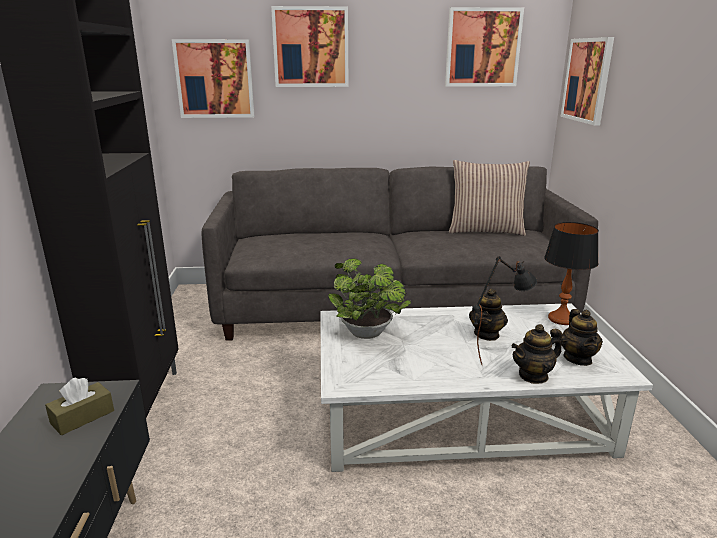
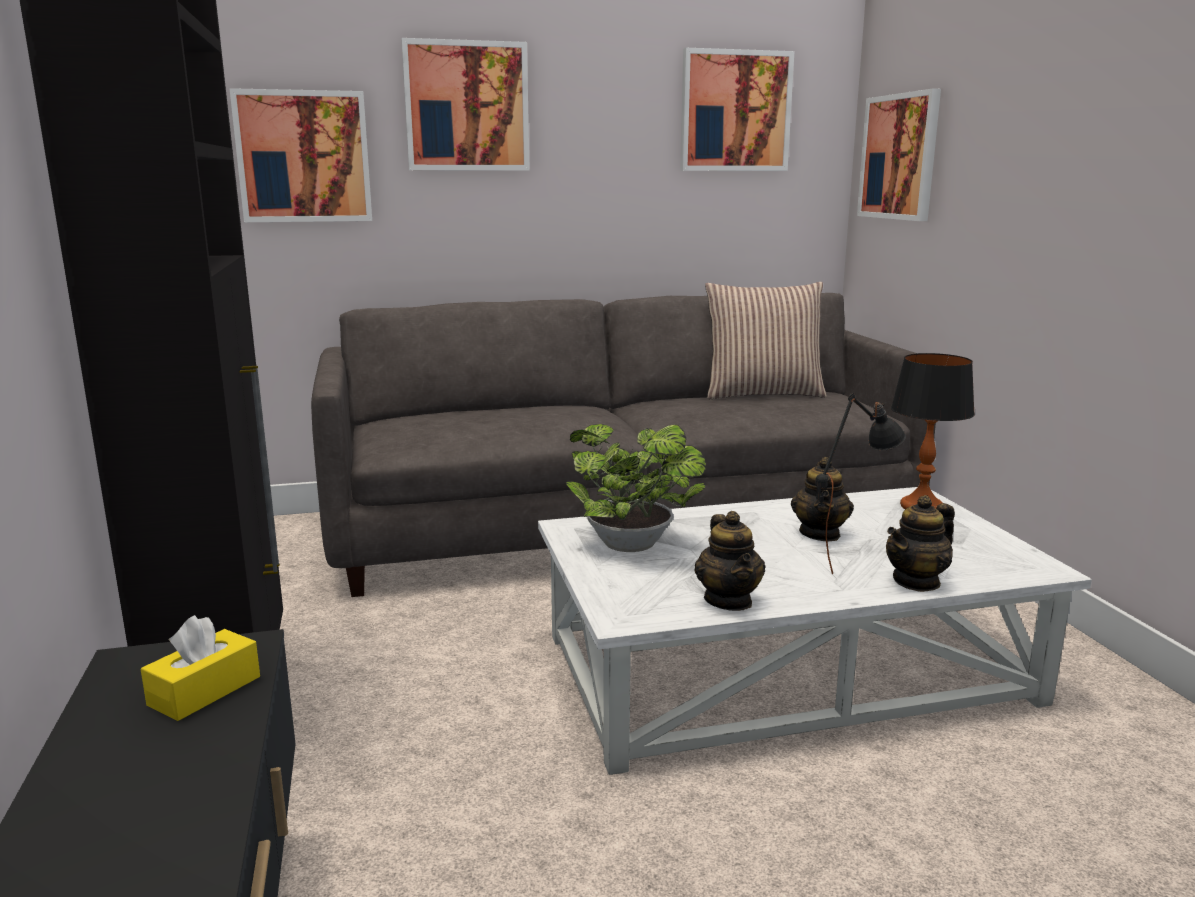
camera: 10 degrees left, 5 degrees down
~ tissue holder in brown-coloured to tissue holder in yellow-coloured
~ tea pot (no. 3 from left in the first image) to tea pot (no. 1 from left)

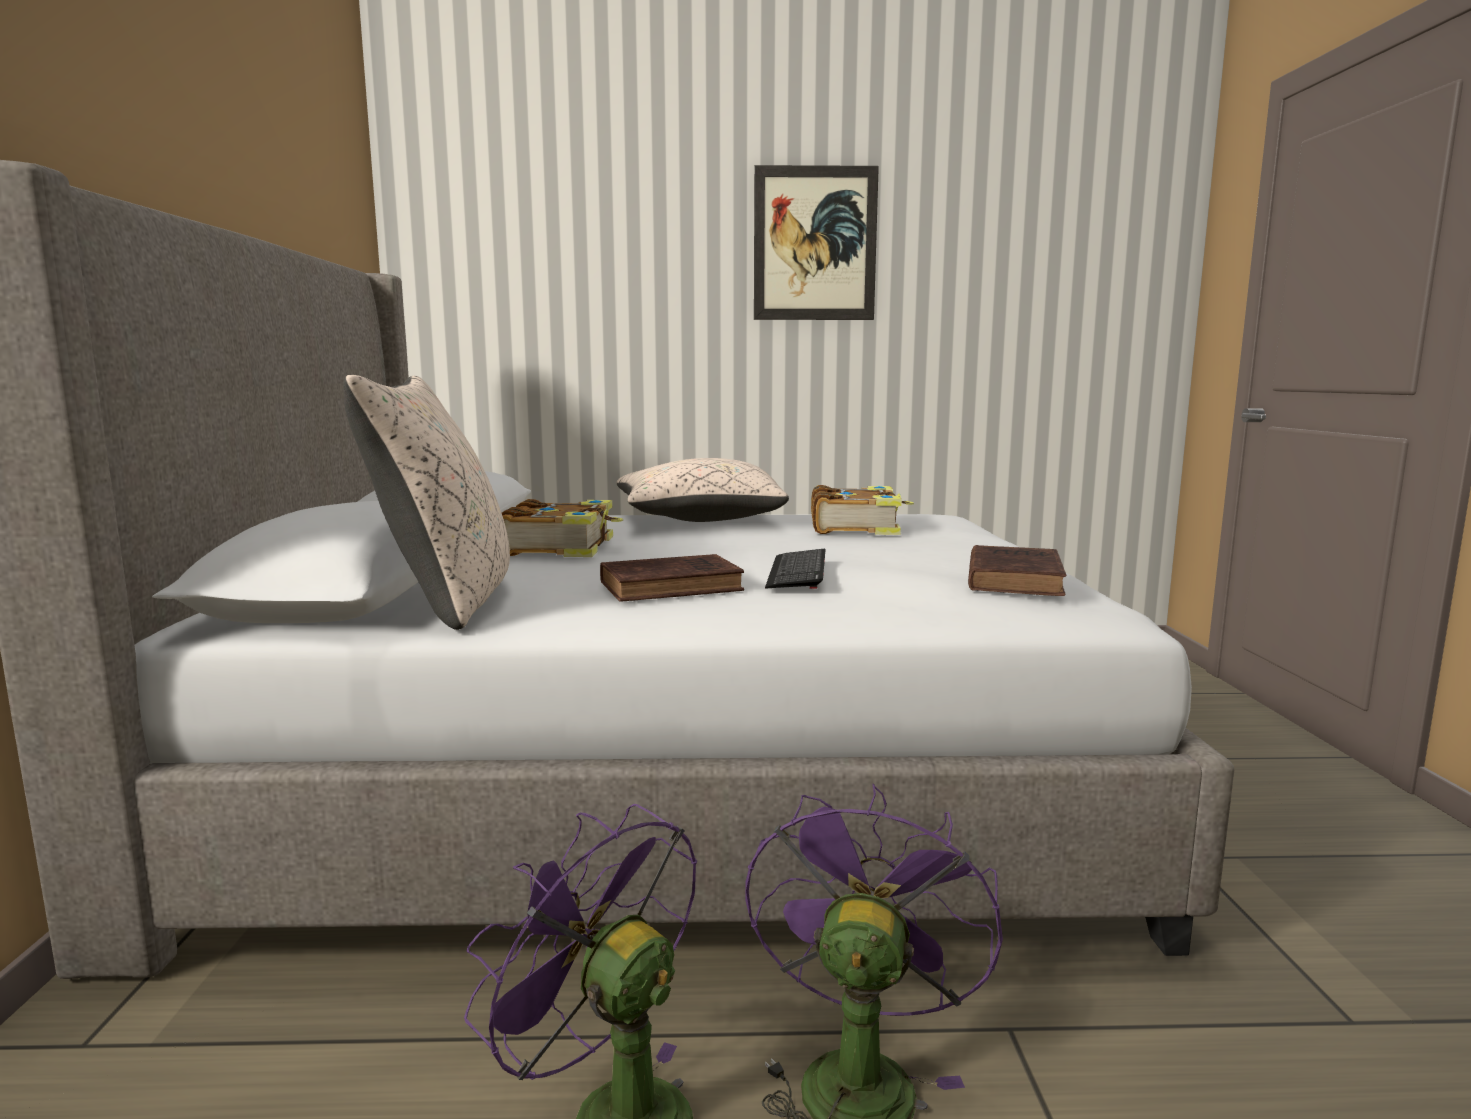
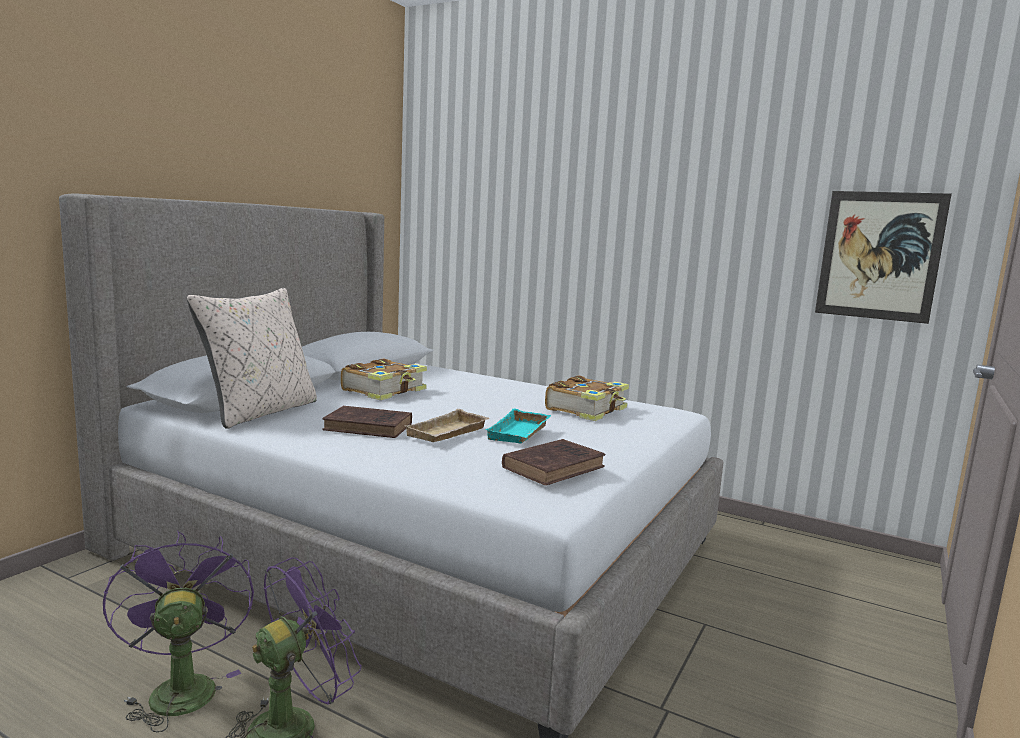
camera: 30 degrees right, 0 degrees up
- pillow in beige-coloured (no. 2 from left)
~ wall picture
~ keyboard to serving tray in beige-coloured
+ serving tray in turquoise-coloured

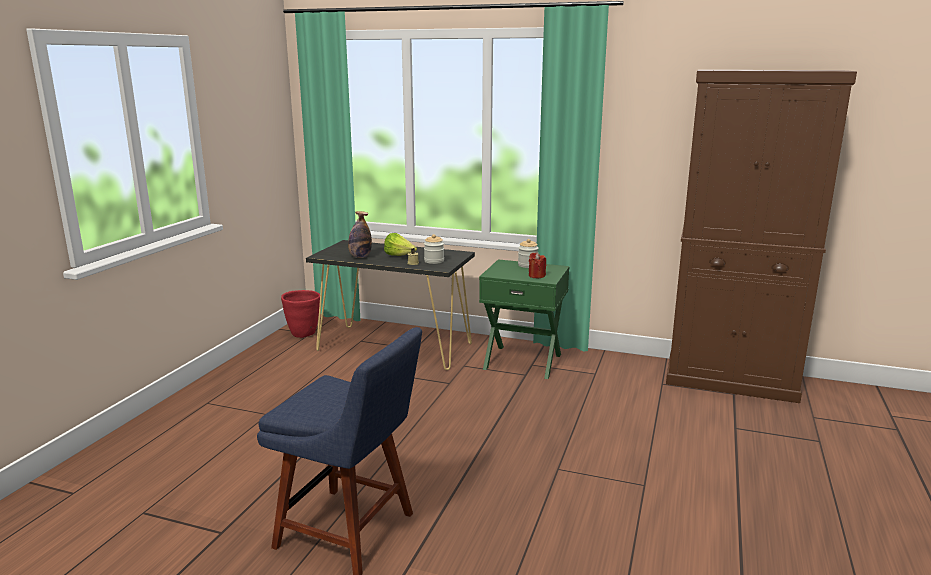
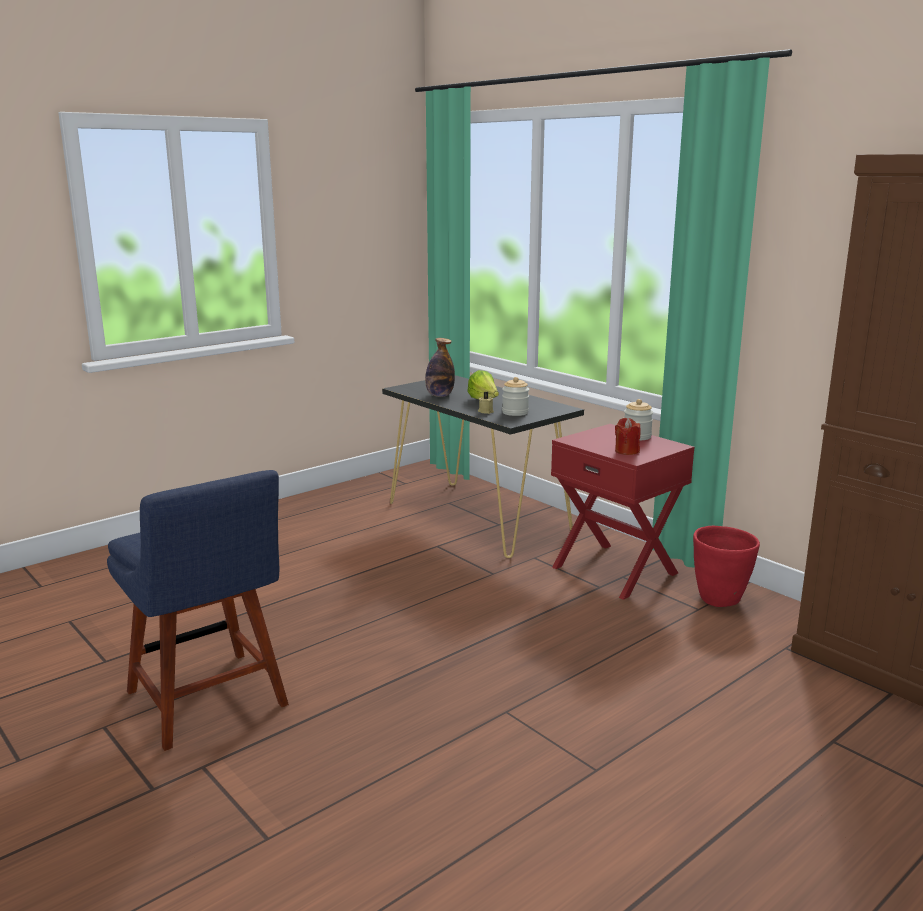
camera: 30 degrees right, 0 degrees up
~ flower pot in reddish
~ nightstand in greenish to nightstand in reddish

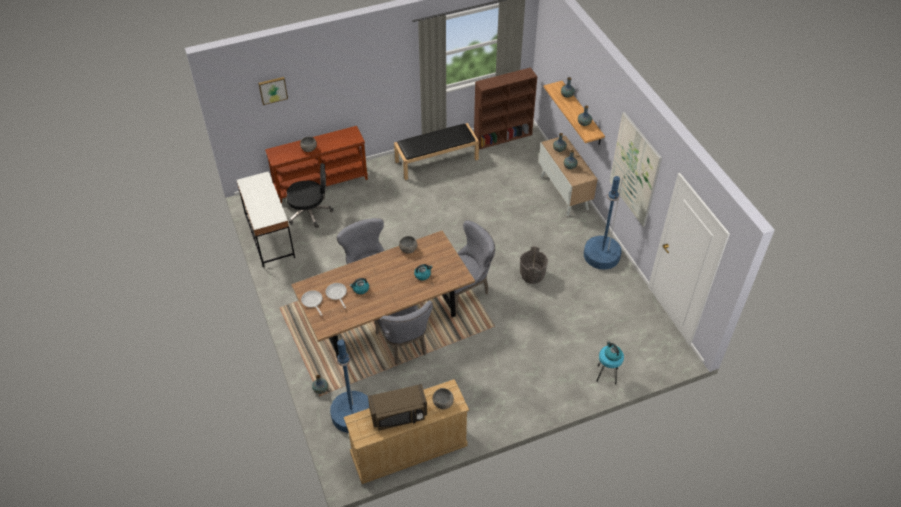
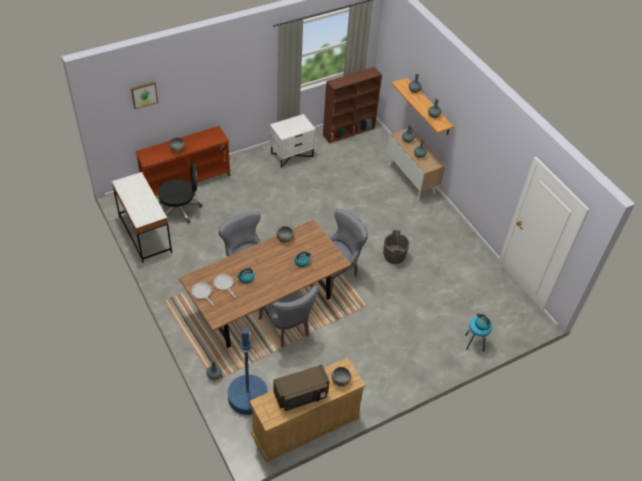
camera: 10 degrees left, 0 degrees up
~ long seat in black to nightstand in white-coloured
- floor lamp in blue (no. 2 from left)
- wall picture (no. 2 from left)

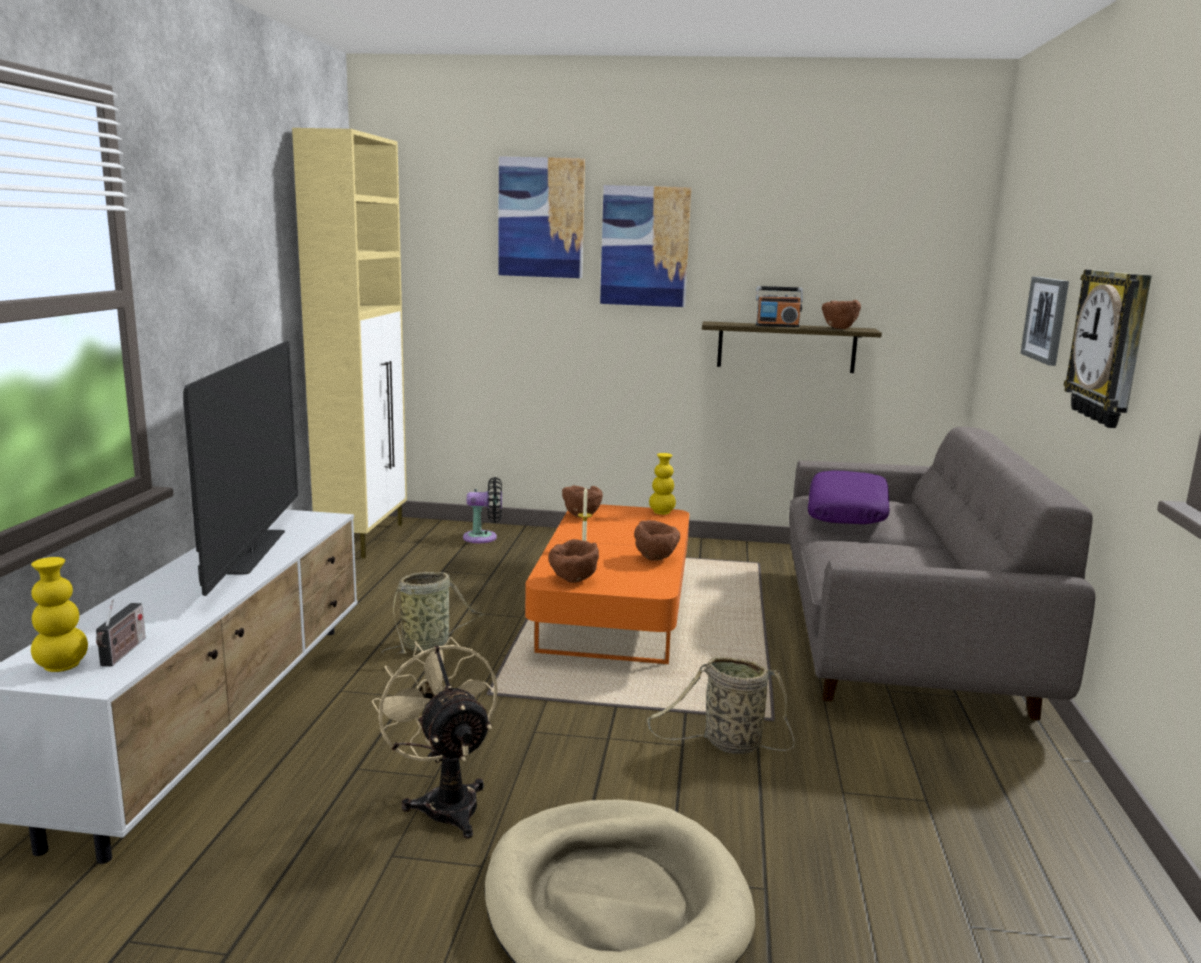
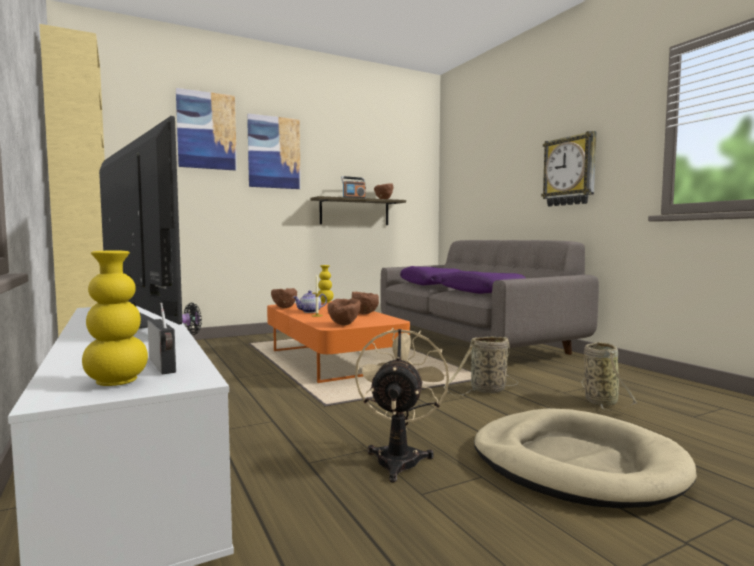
camera: 35 degrees left, 10 degrees down
~ cooling fan in beige-coloured 75 degrees clockwise
~ household basket (no. 1 from left in the first image) to household basket (no. 2 from left)
- wall picture (no. 3 from left)
+ tea pot
+ pillow in purple-coloured (no. 2 from left)

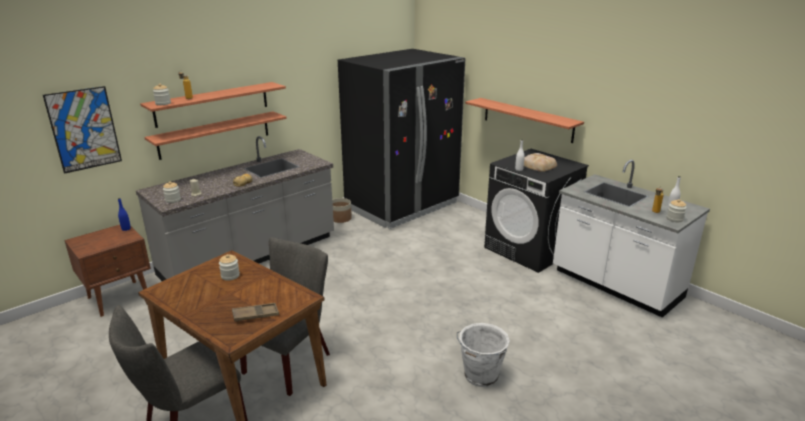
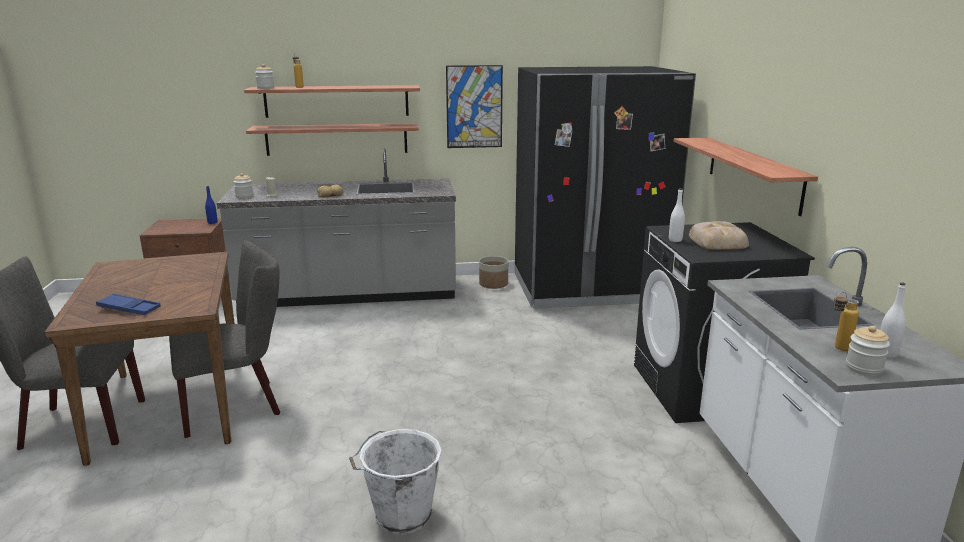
camera: 35 degrees right, 5 degrees down
~ wall picture
- preserve jar (no. 3 from left)
~ serving tray in brown-coloured to serving tray in blue

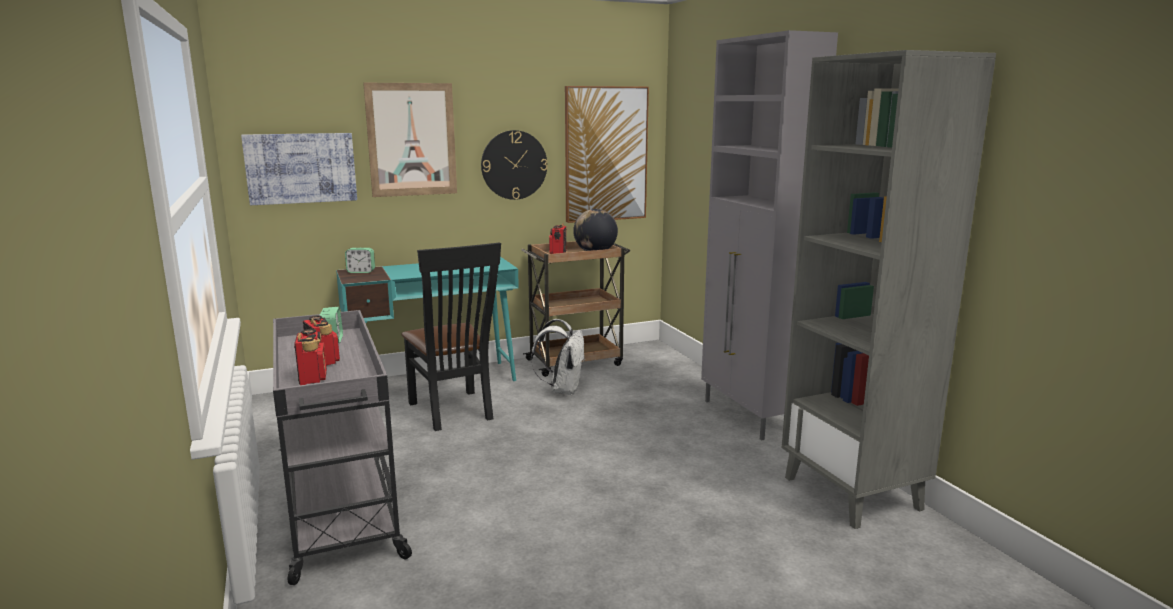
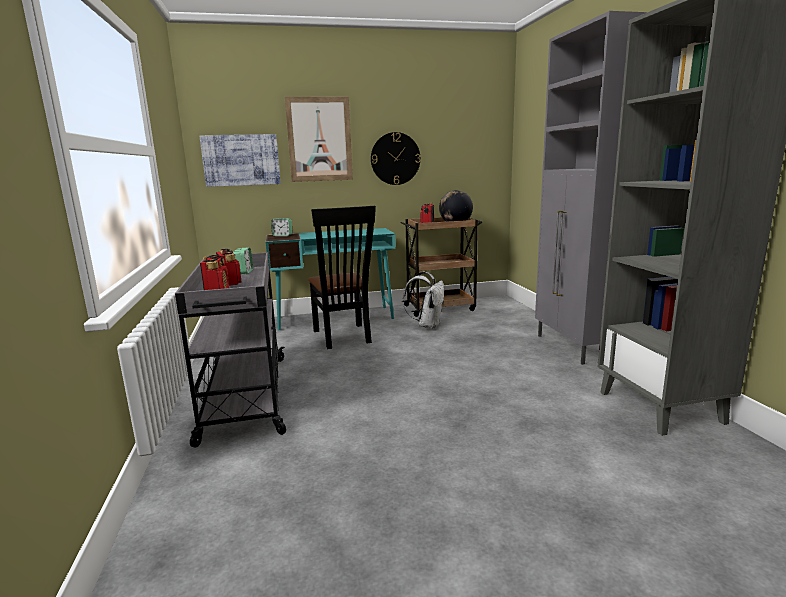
camera: 10 degrees right, 0 degrees up
- wall picture (no. 3 from left)

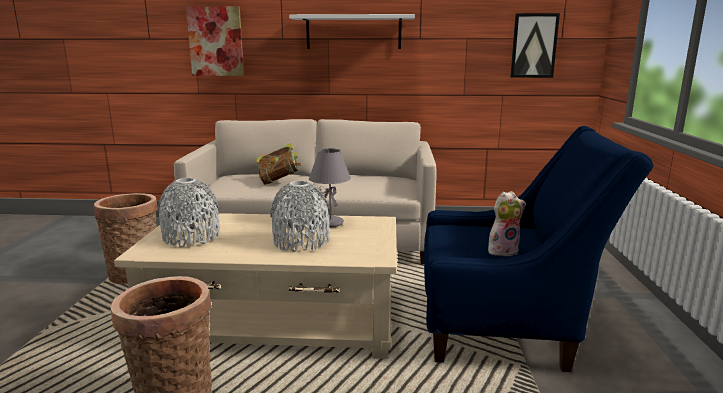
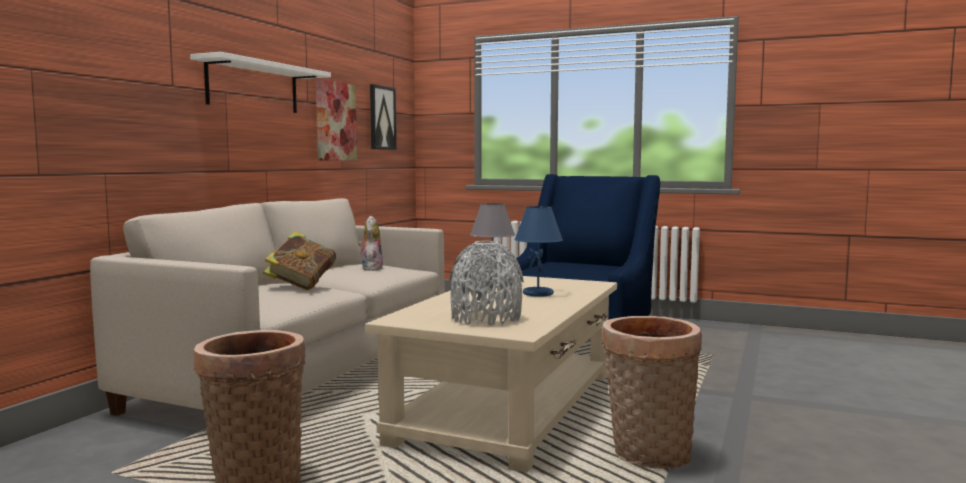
camera: 70 degrees left, 10 degrees down
~ wall picture (no. 1 from left)
~ decorative vase in grey (no. 2 from left) to tabletop lamp in blue
~ soft toy

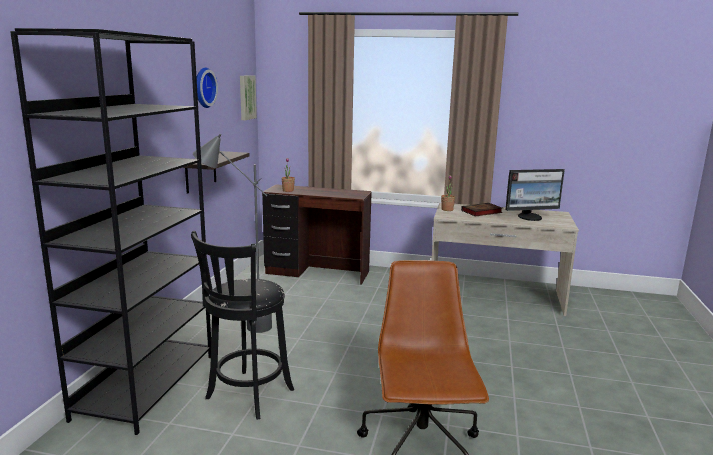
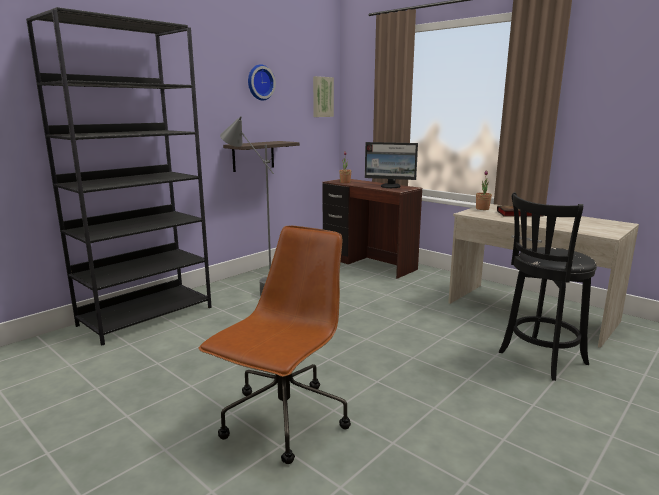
camera: 30 degrees right, 0 degrees up
~ stool in black
~ computer display

